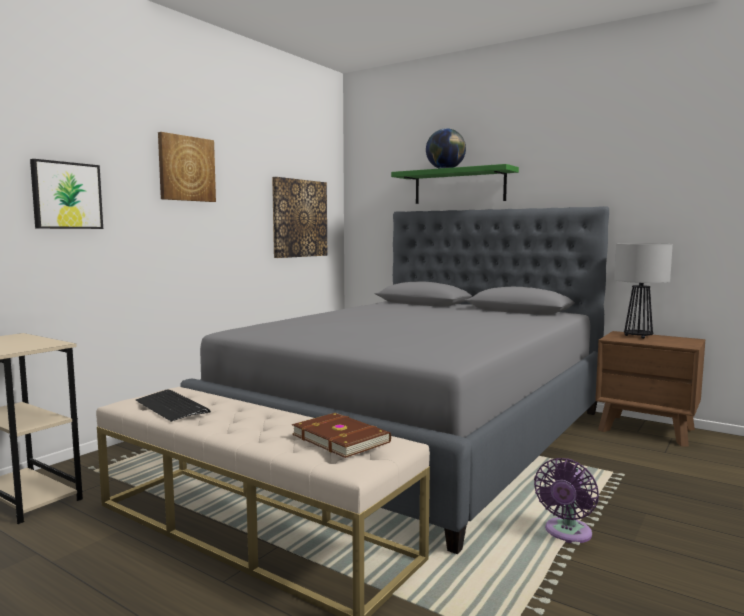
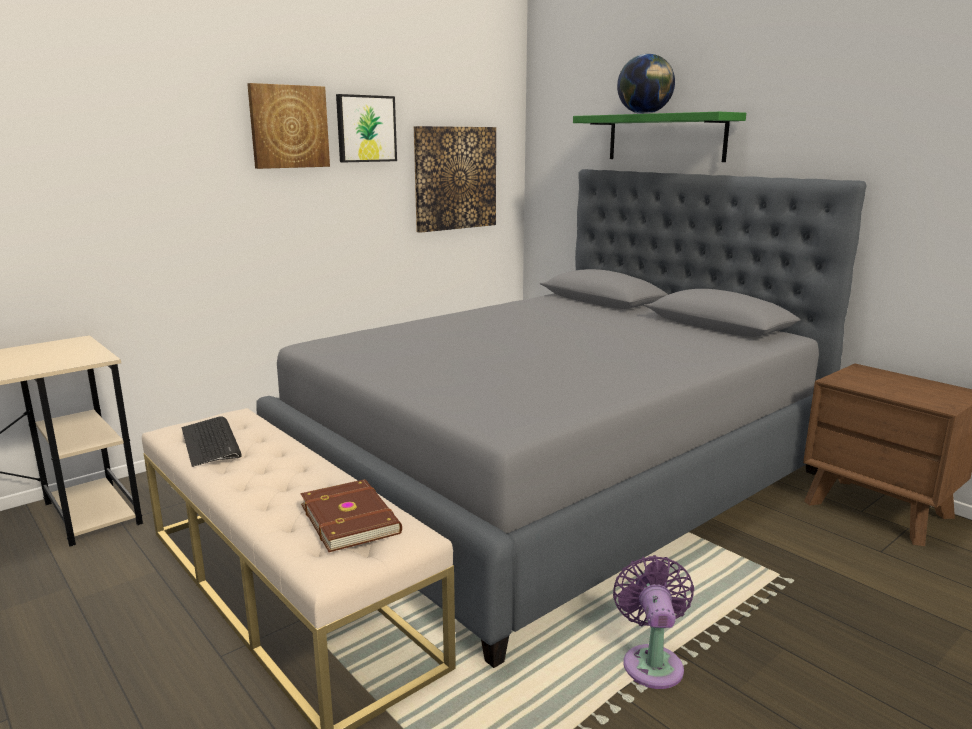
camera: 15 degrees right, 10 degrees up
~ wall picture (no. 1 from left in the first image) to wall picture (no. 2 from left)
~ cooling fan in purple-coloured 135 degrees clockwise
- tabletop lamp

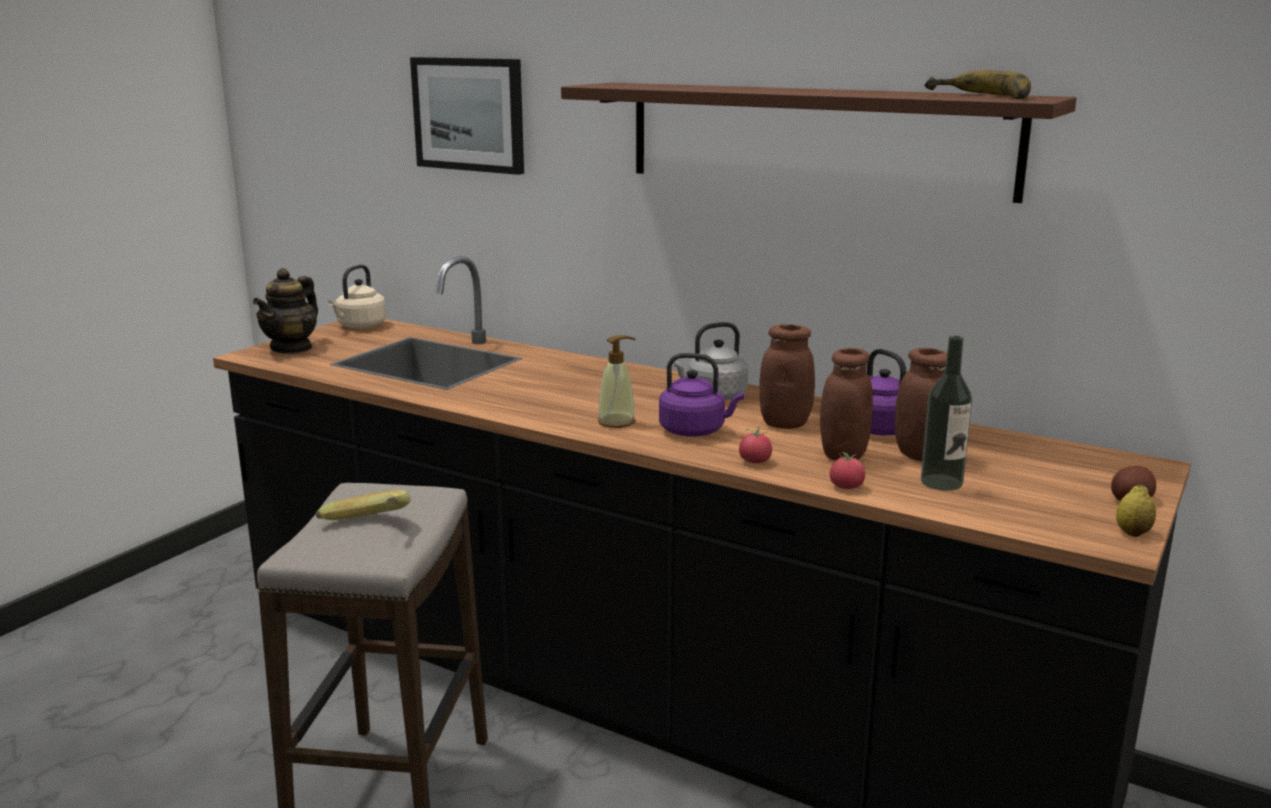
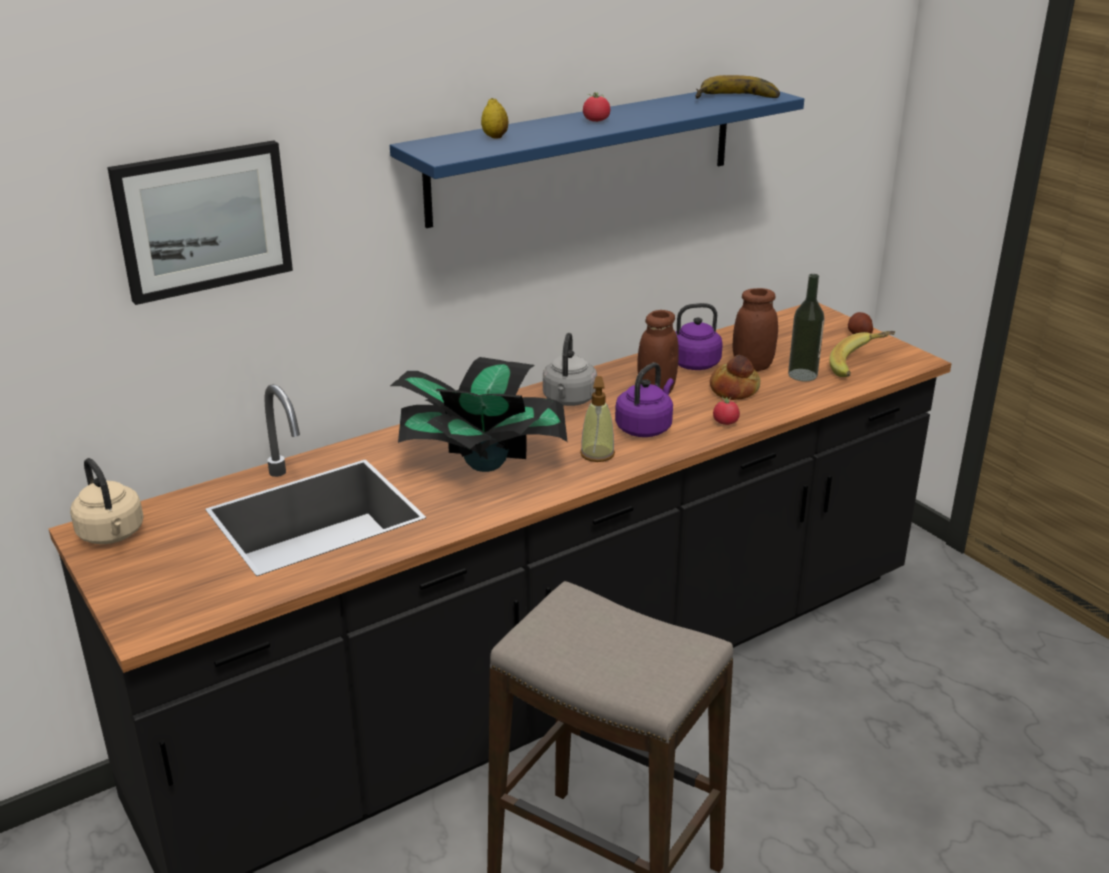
camera: 65 degrees left, 10 degrees up
- tea pot
~ whole banana (no. 1 from left in the first image) to whole banana (no. 2 from left)
~ bracket shelf in brown-coloured to bracket shelf in blue
~ preserve jar in brown-coloured (no. 2 from left) to baked bread
~ tomato (no. 2 from left in the first image) to tomato (no. 1 from left)
~ lemon
+ plant in a pot

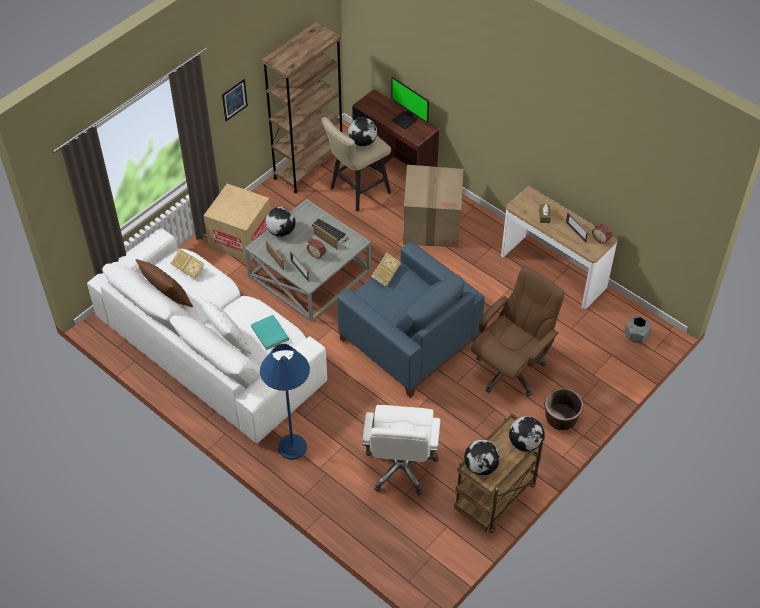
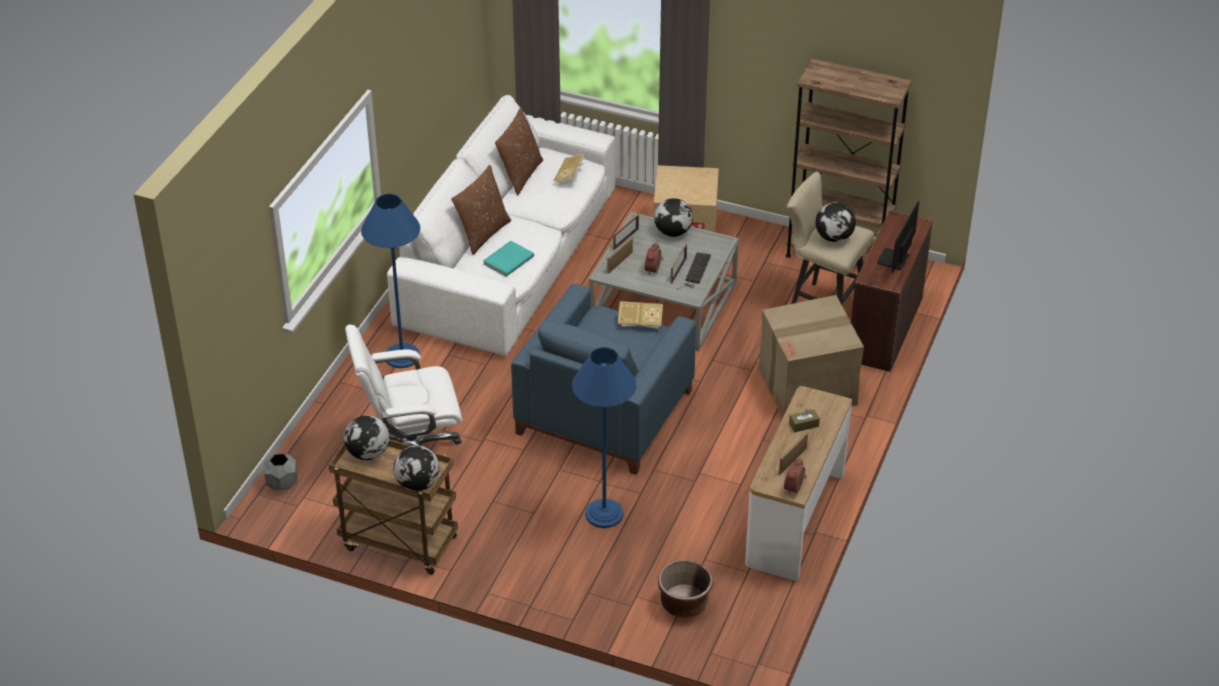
camera: 70 degrees right, 10 degrees down
~ pillow in white-coloured to pillow in brown-coloured (no. 1 from left)
- wall picture
~ computer chair in brown-coloured to floor lamp in blue (no. 2 from left)
~ flower pot in brown-coloured
~ flower pot in grey

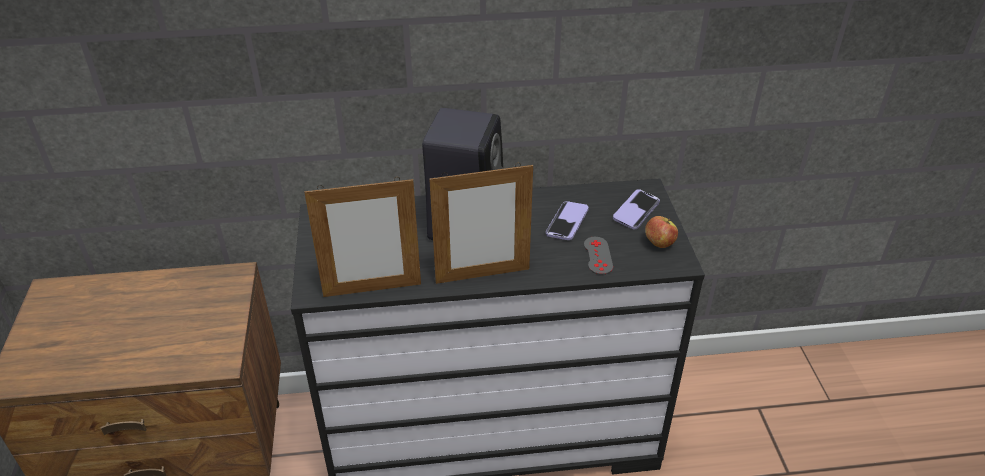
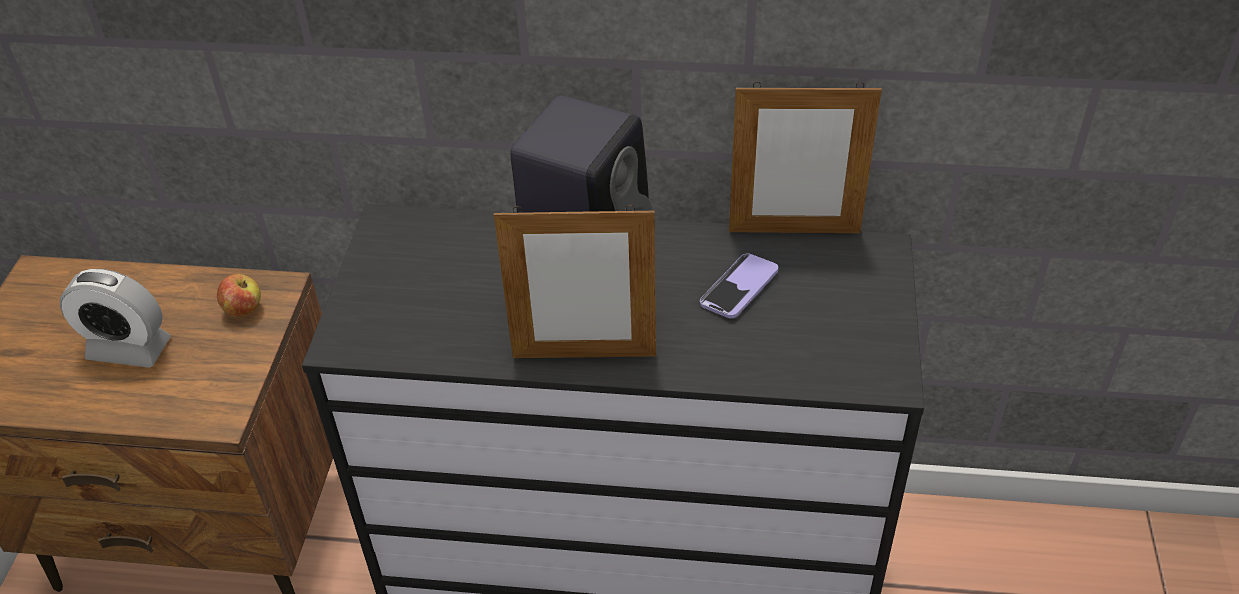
camera: 15 degrees right, 5 degrees up
~ standing frame (no. 1 from left in the first image) to standing frame (no. 2 from left)
- game controller in grey
- handset (no. 2 from left)
~ apple
+ table clock

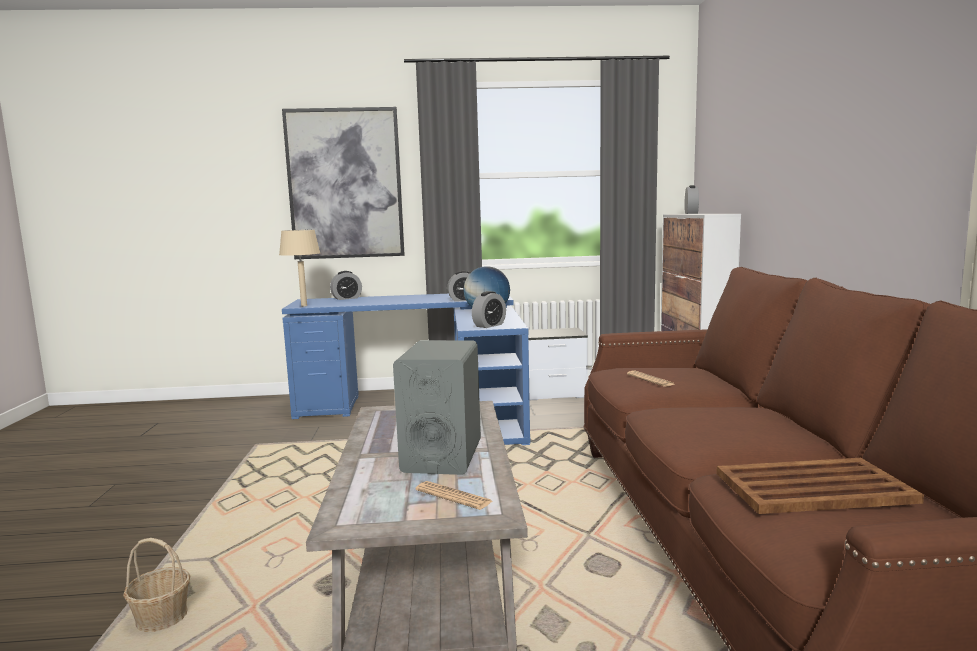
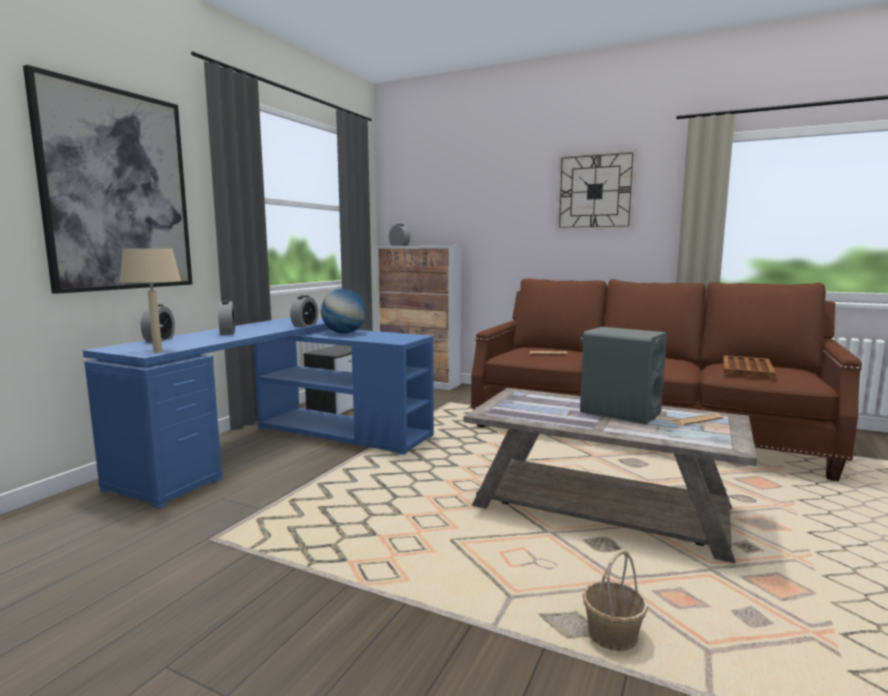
camera: 60 degrees left, 0 degrees up
~ table clock (no. 3 from left in the first image) to table clock (no. 2 from left)
+ clock on the wall

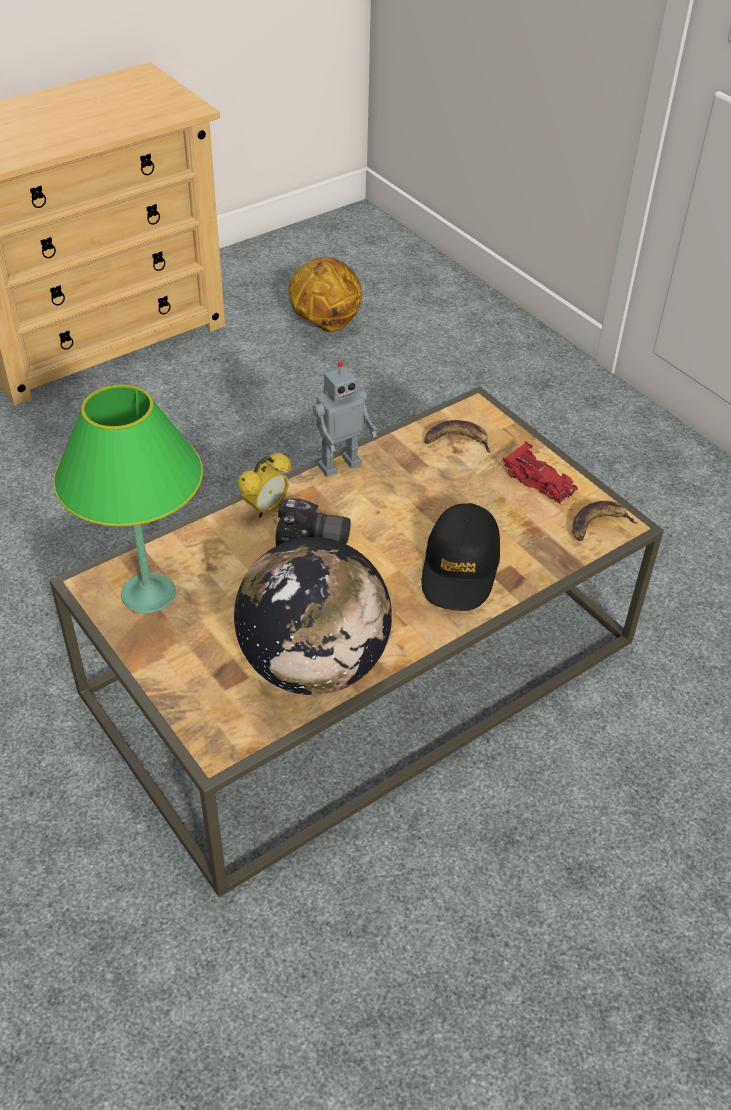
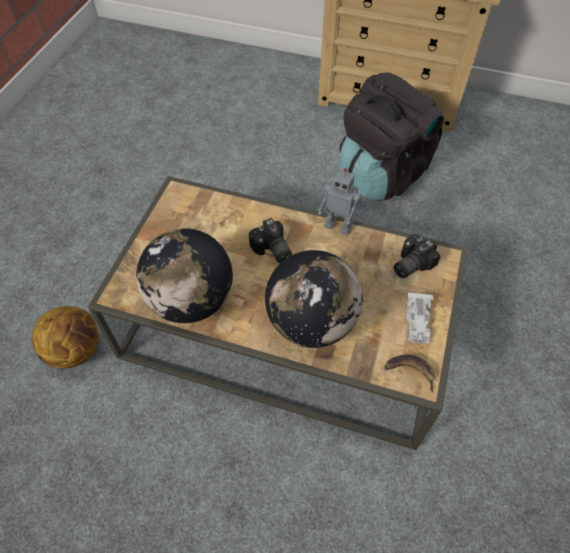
camera: 55 degrees right, 10 degrees up
- tabletop lamp in greenish
- table clock
~ basketball
~ baseball cap in black to world globe (no. 2 from left)
~ whole banana (no. 1 from left) to photo camera (no. 2 from left)
~ toy car in reddish to toy car in white-coloured
+ backpack in black

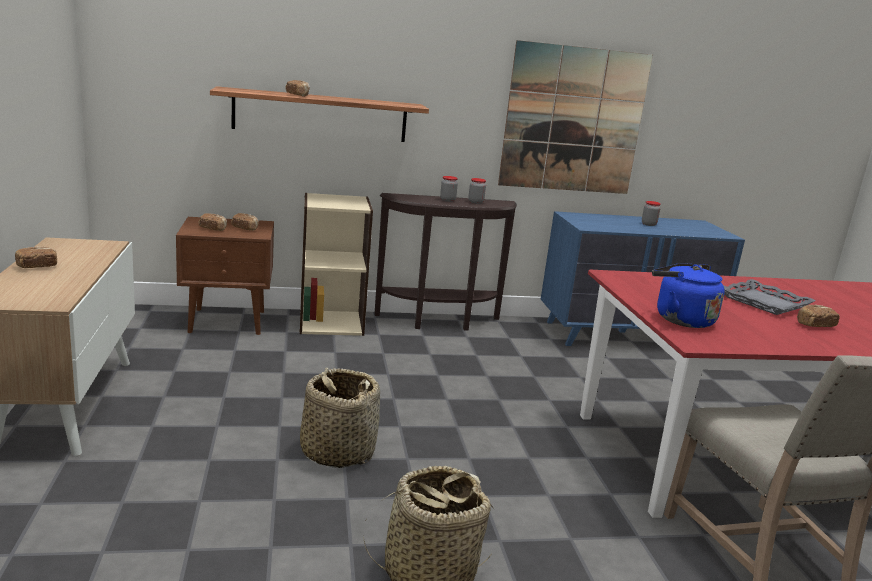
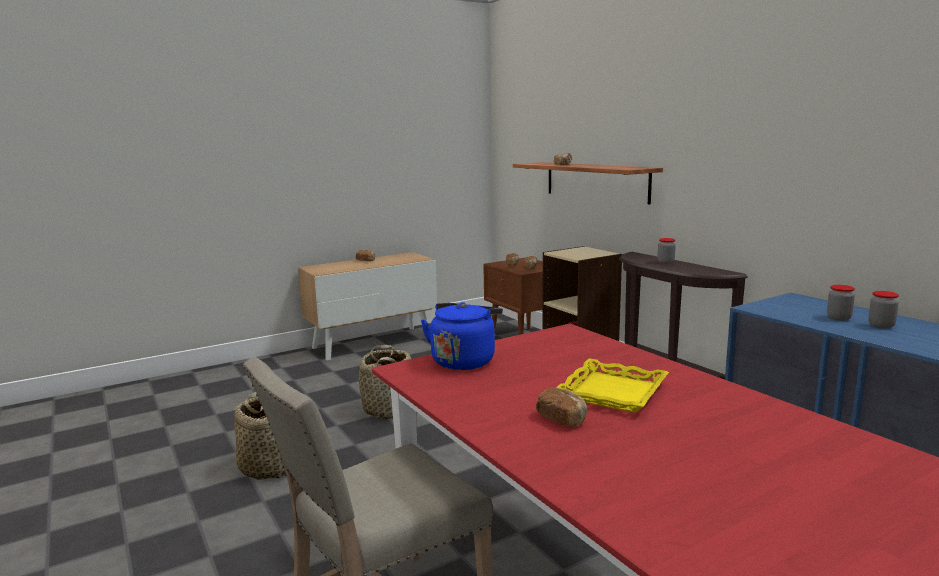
camera: 70 degrees right, 5 degrees down
~ preserve jar (no. 2 from left)
- wall picture
~ serving tray in grey to serving tray in yellow-coloured

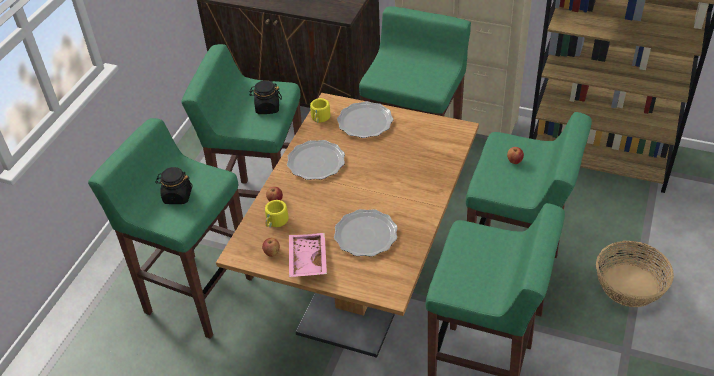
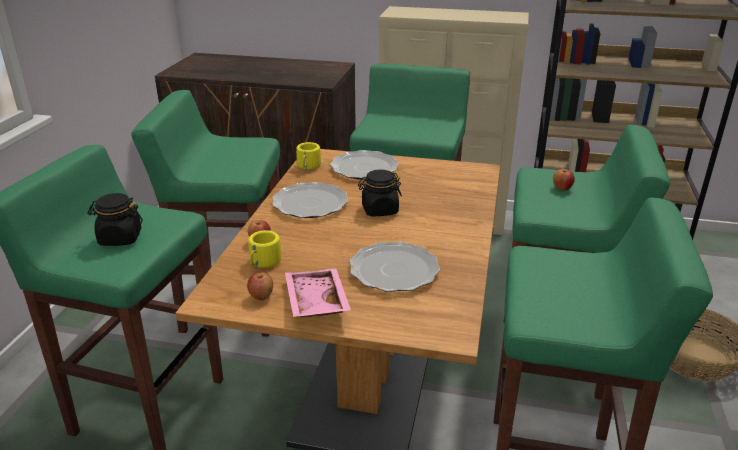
camera: 10 degrees left, 15 degrees down
~ preserve jar in black (no. 2 from left)

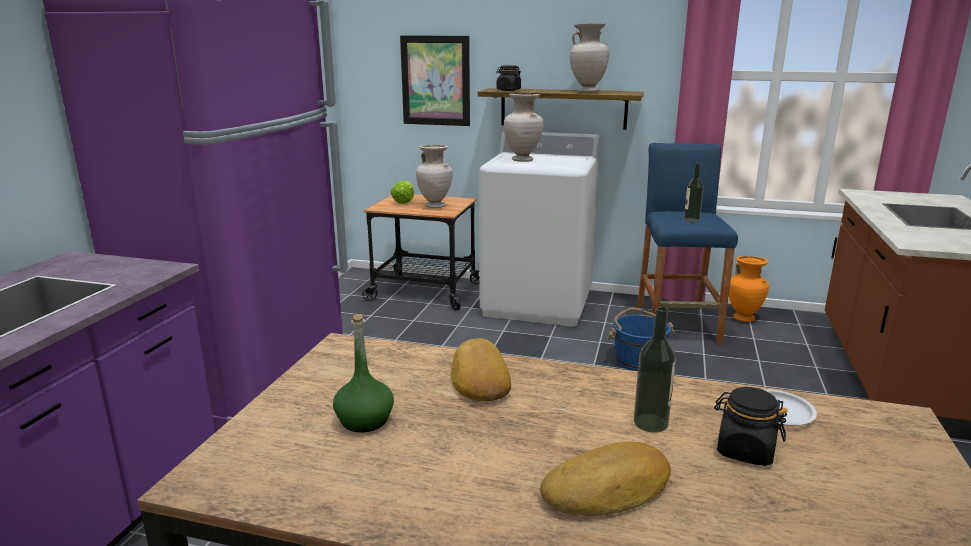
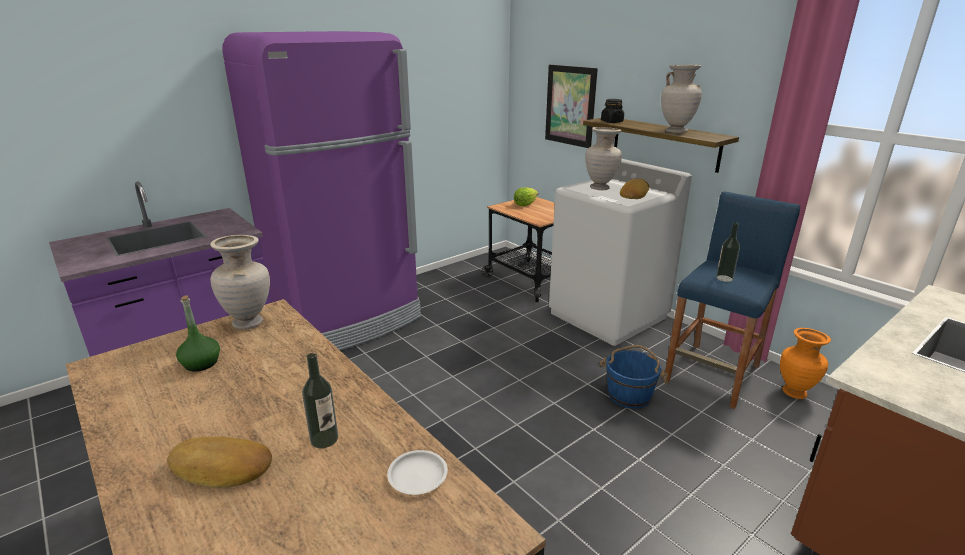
camera: 35 degrees right, 5 degrees up
~ decorative vase in beige-coloured (no. 1 from left)
~ baked bread (no. 1 from left in the first image) to baked bread (no. 2 from left)
- preserve jar in black (no. 2 from left)

